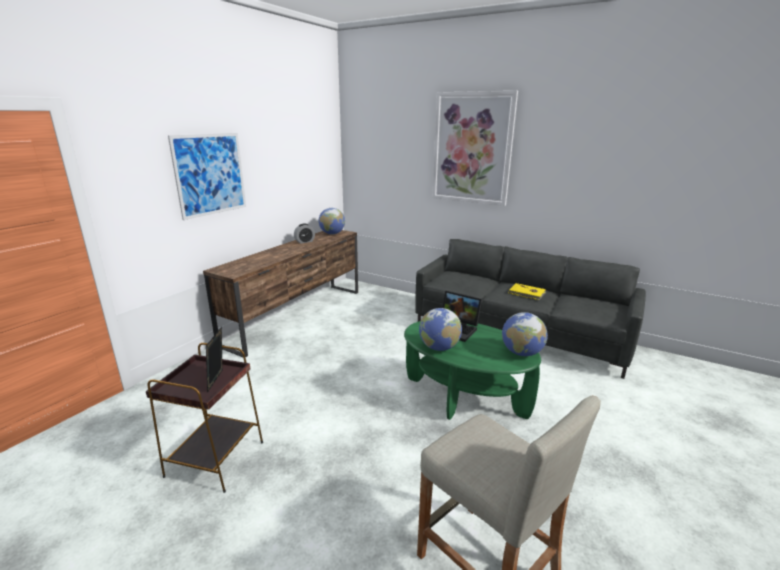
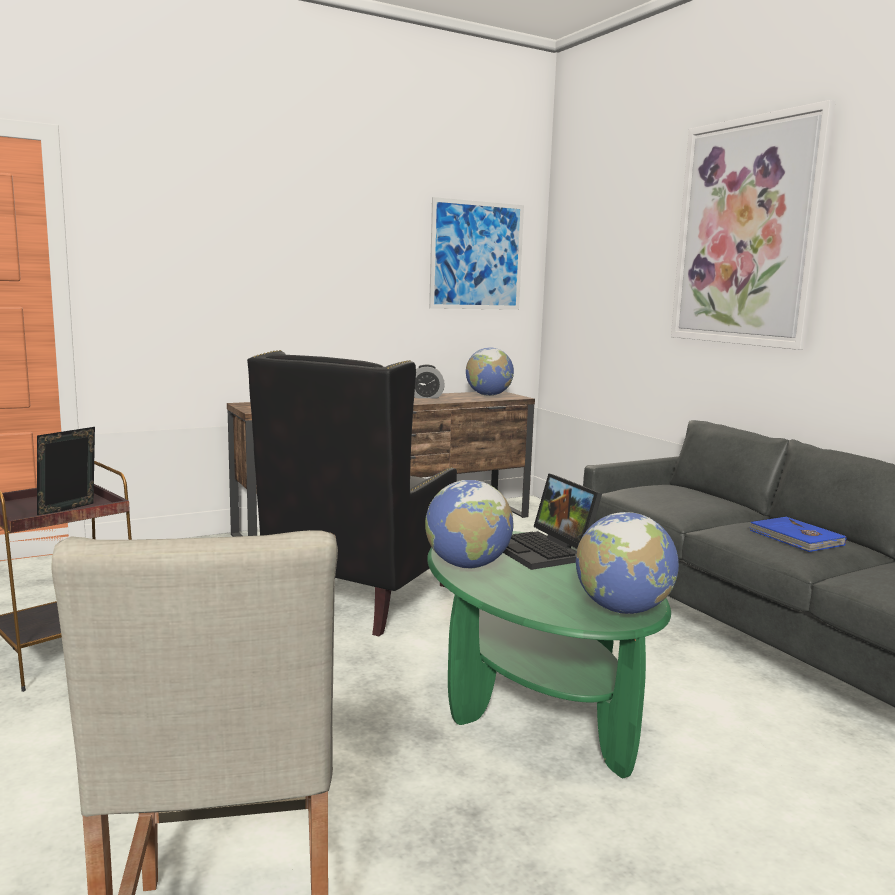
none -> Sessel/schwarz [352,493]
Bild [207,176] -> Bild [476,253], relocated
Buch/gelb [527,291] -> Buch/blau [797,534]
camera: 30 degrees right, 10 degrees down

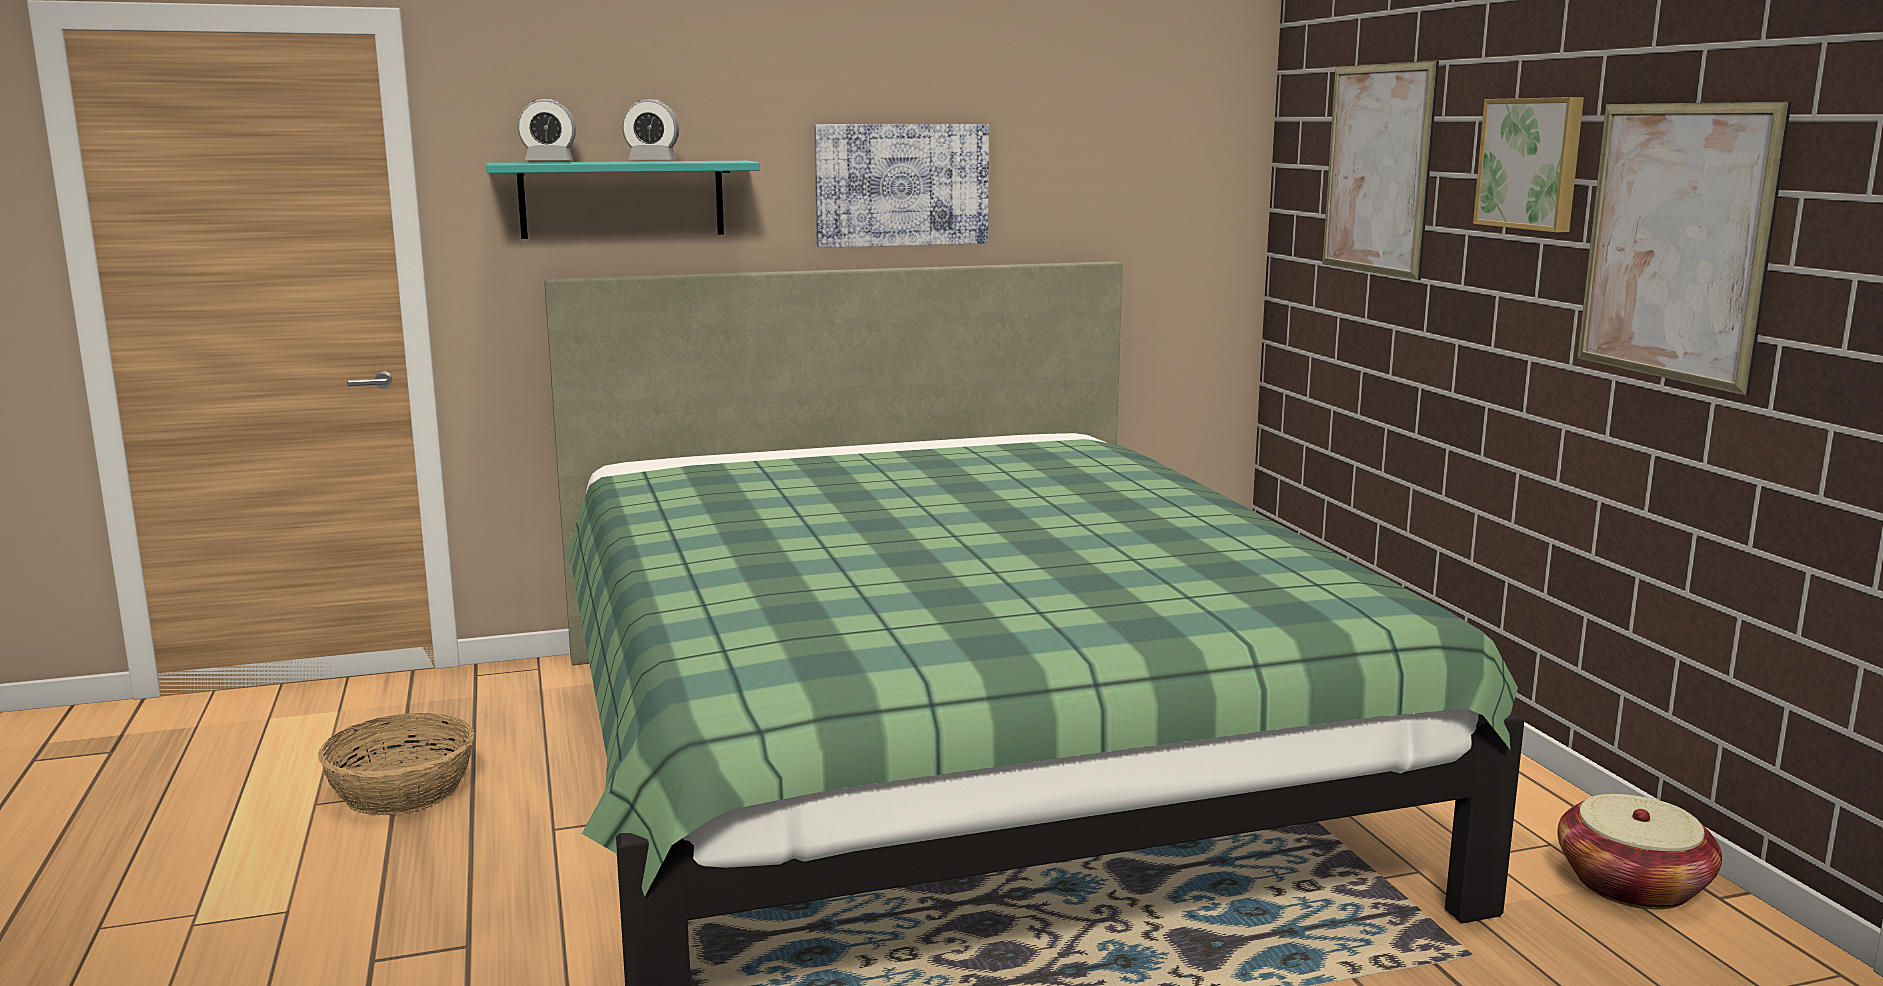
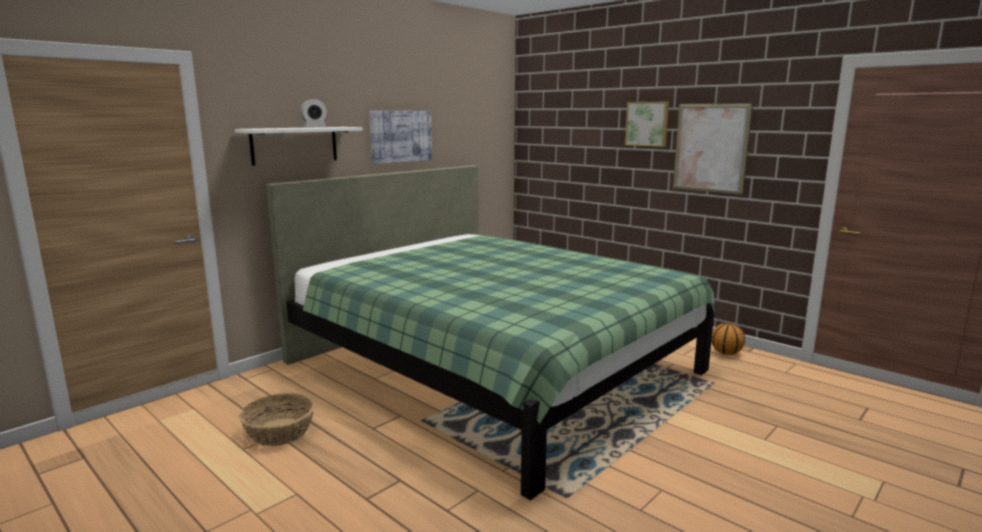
Wandregal/türkis [623,200] -> Wandregal/weiß [299,146]
Korb [1639,852] -> Basketball [728,338]
Wecker [546,129] -> none
Bild [1380,170] -> none
camera: 30 degrees left, 0 degrees up

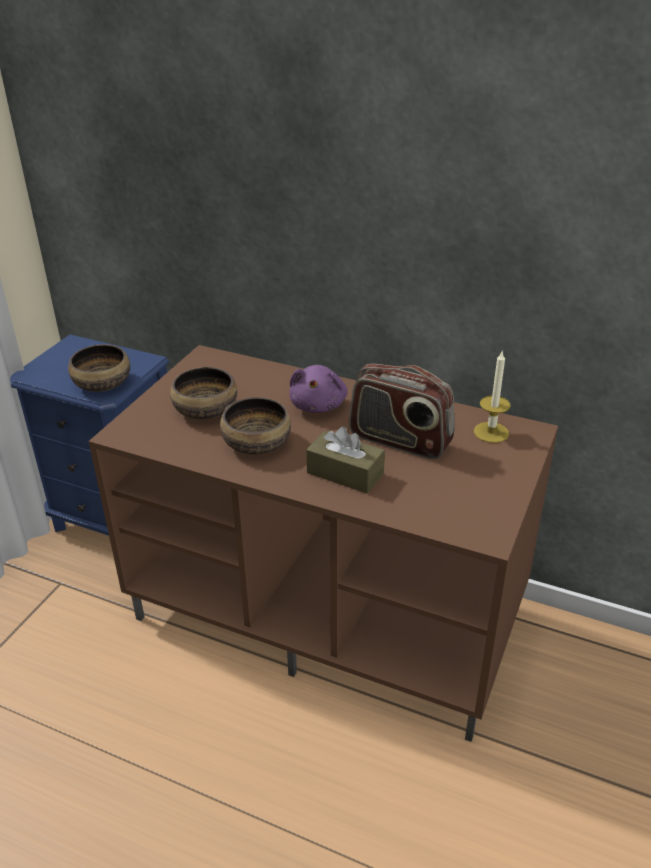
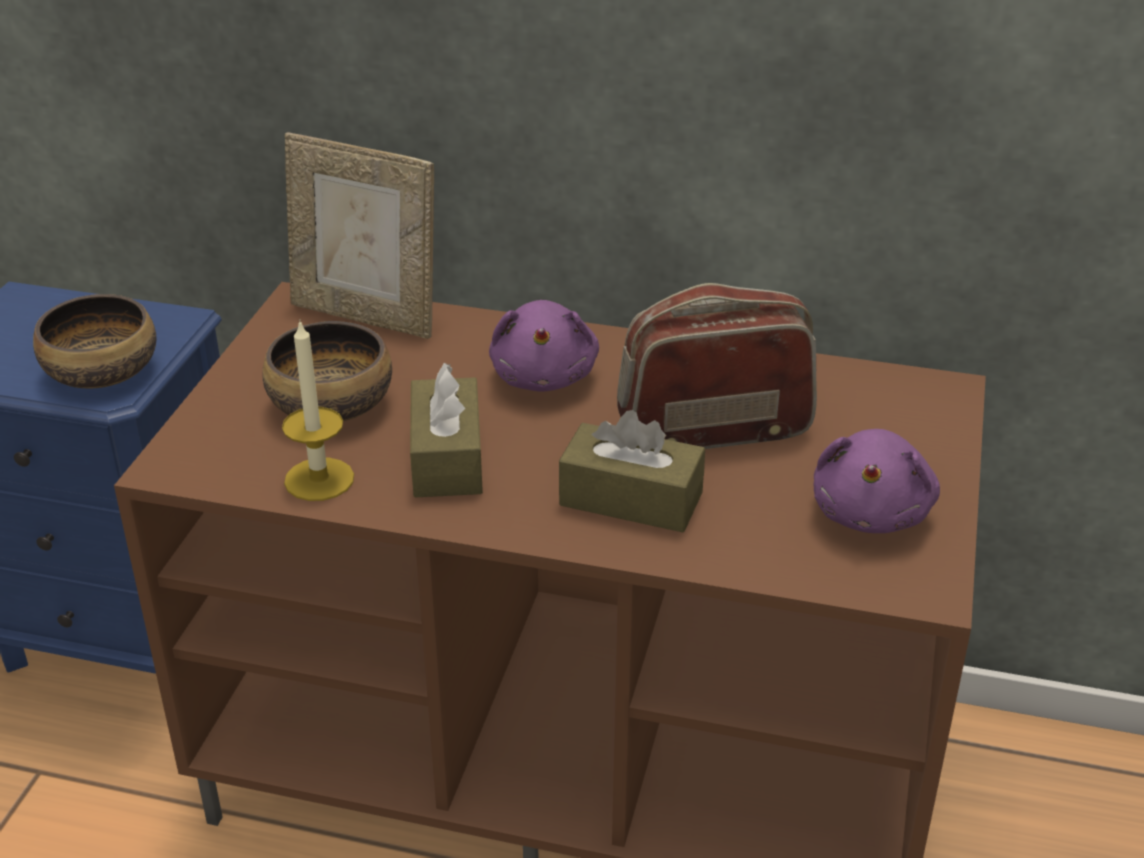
Kerze [492,396] -> Kerze [318,411], relocated
none -> Bilderrahmen [359,235]
Schüssel [255,426] -> Taschentuchbox/braun [446,430]
Radio [402,411] -> Radio [717,366], 150 degrees clockwise
none -> Plüschtier/lila [877,481]
camera: 10 degrees left, 0 degrees up

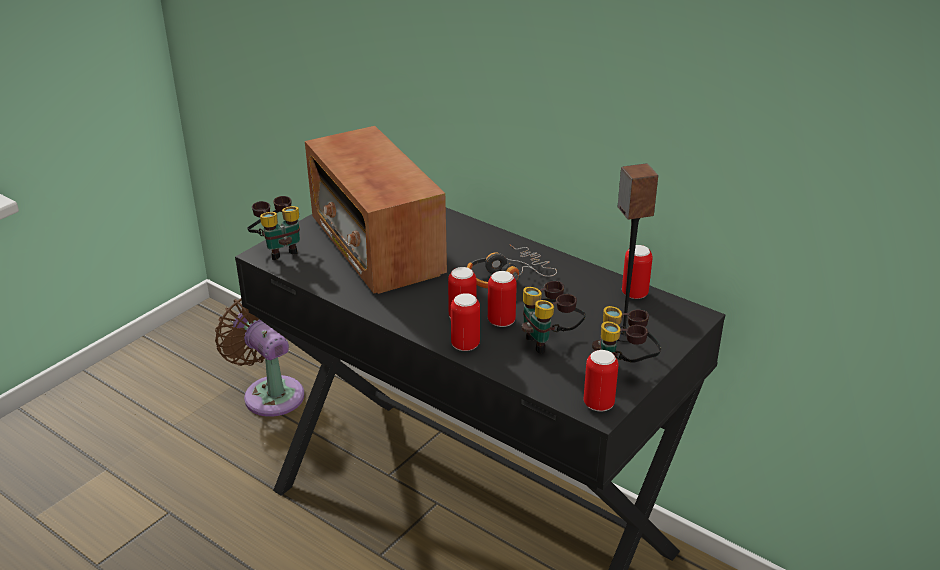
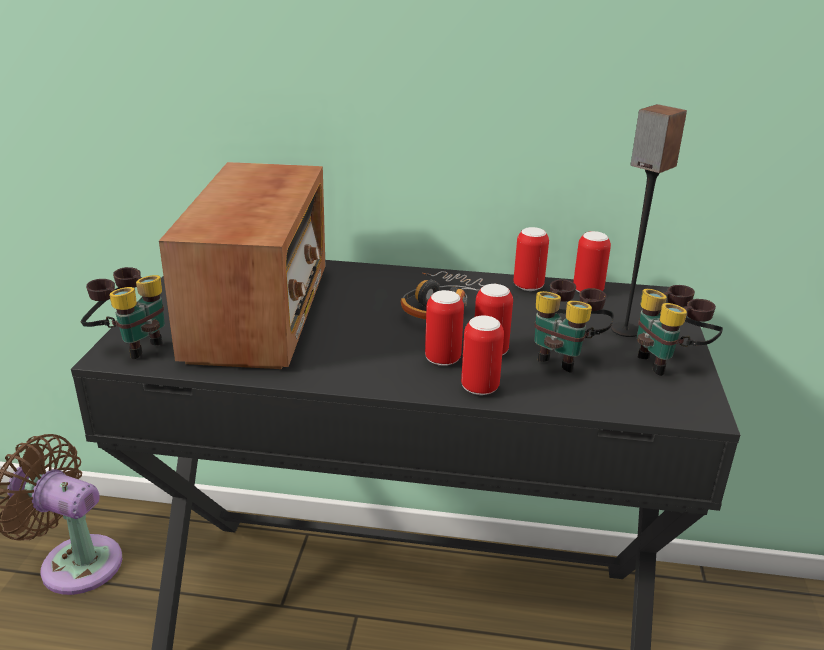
Radio [376,210] -> Radio [242,265], 120 degrees counterclockwise
Dose [601,380] -> Dose [531,259], relocated
camera: 30 degrees left, 5 degrees down

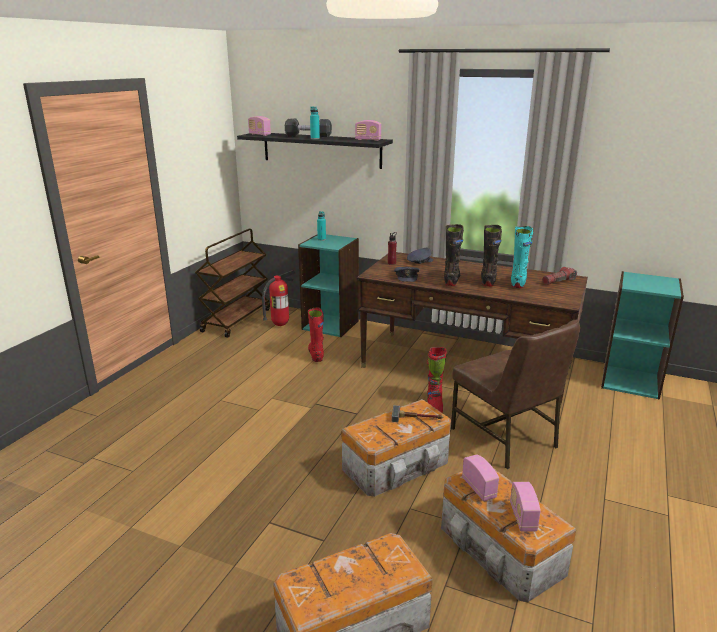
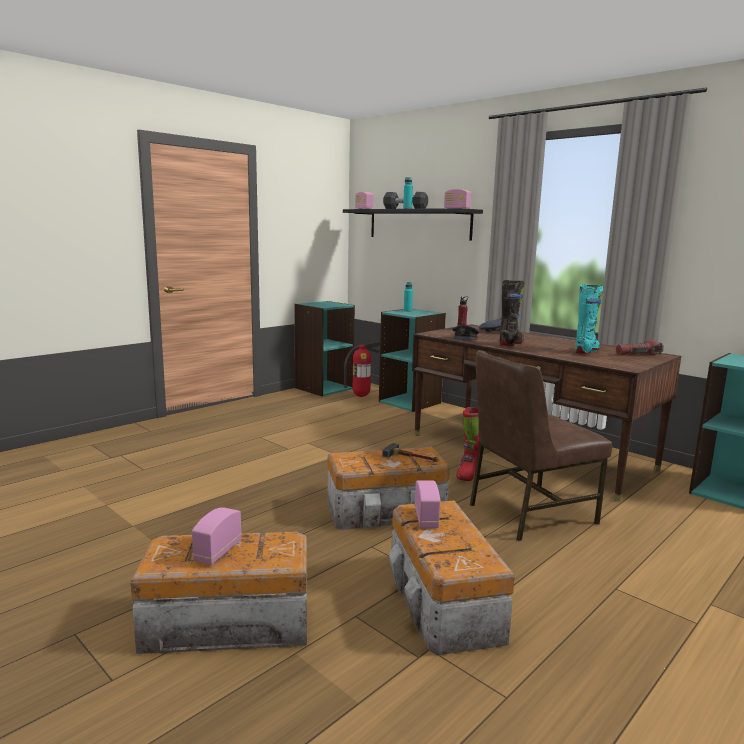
Radio [525,506] -> Radio [217,536], relocated
Rollwagen/braun [232,283] -> Bücherregal/türkis [324,348]
Stuhl/braun [515,394] -> Stuhl/braun [541,445], 75 degrees clockwise
Stiefel/rot [316,334] -> none
Stiefel/schwarz [491,256] -> none
camera: 20 degrees right, 10 degrees down

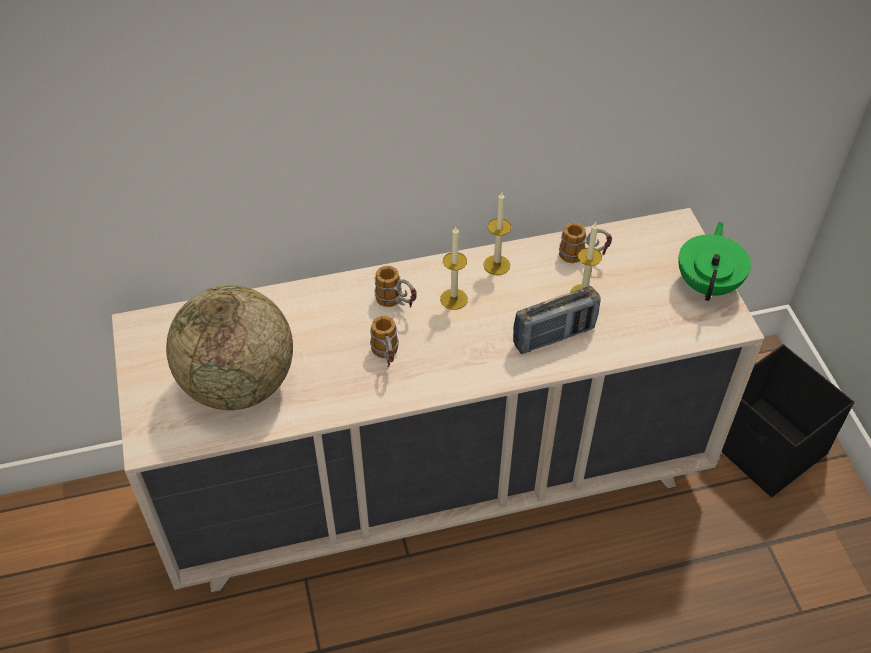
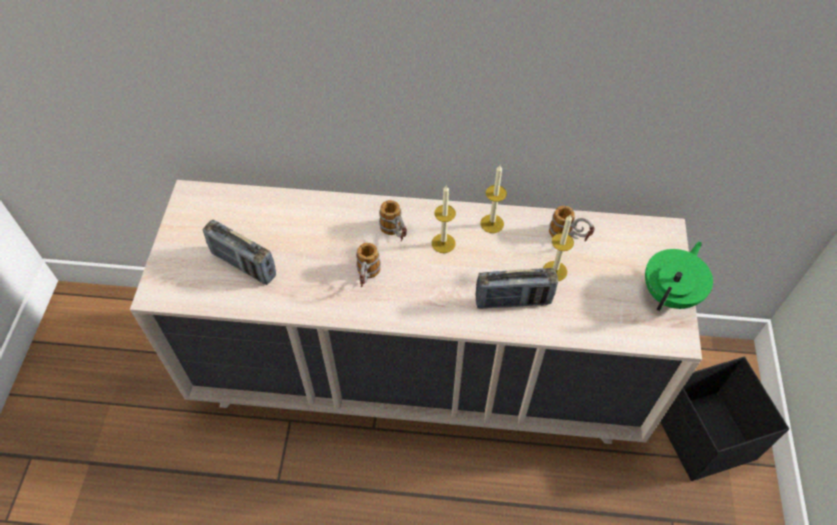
Globus [229,347] -> Radio [239,252]
camera: 20 degrees right, 5 degrees up

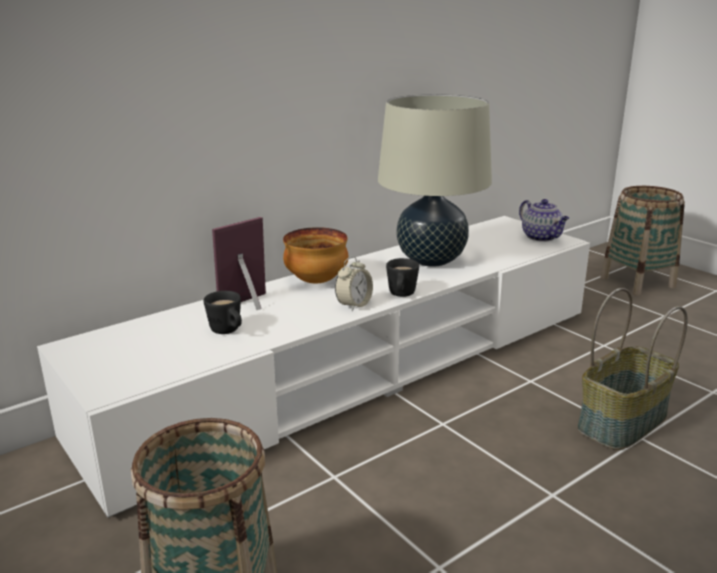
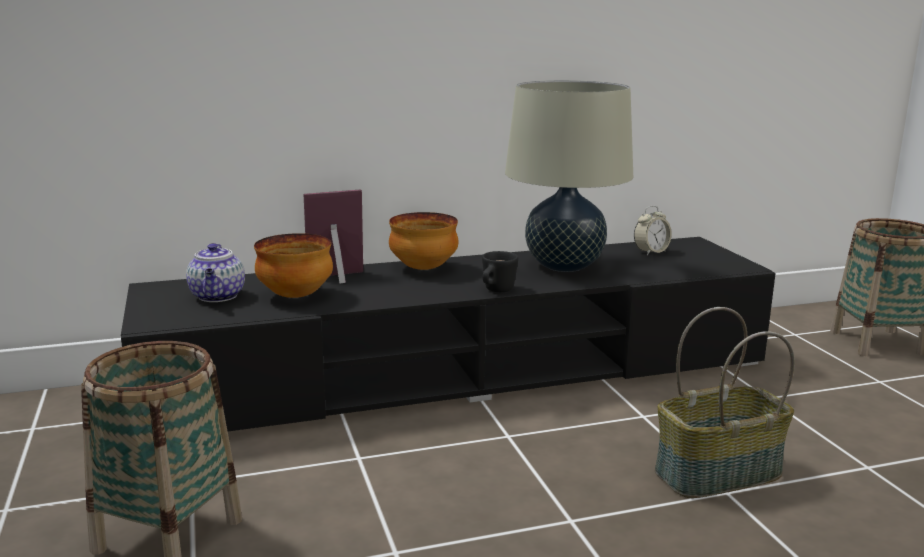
Fernsehschrank/weiß [313,367] -> Fernsehschrank/schwarz [448,334]
Teekanne [544,220] -> Teekanne [215,272], relocated
Henkelbecher/schwarz [222,312] -> Schüssel [293,265]
Wecker [354,283] -> Wecker [653,230], relocated
camera: 20 degrees right, 5 degrees down

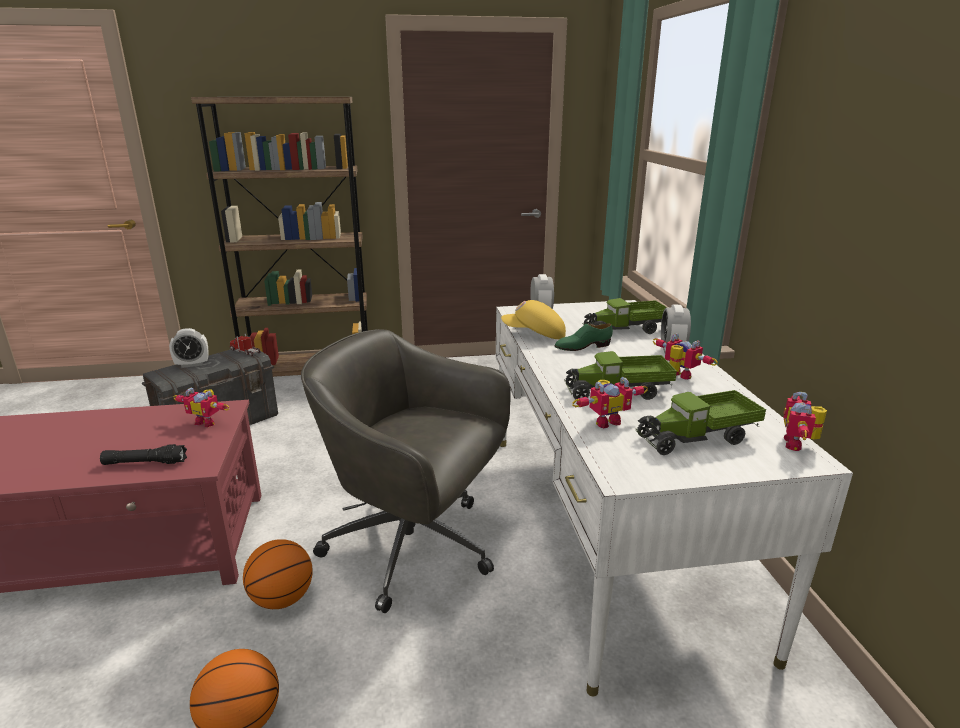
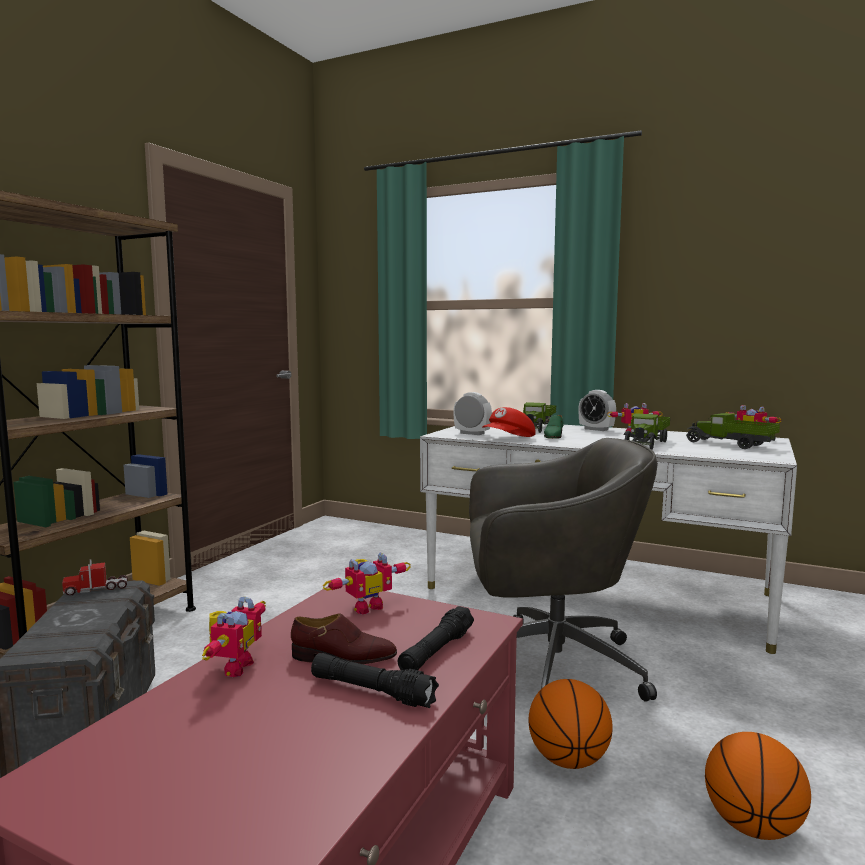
Spielzeugroboter [610,403] -> Spielzeugroboter [234,637], relocated
none -> Schuh/braun [344,638]
none -> Taschenlampe/schwarz [375,680]
Bürostuhl/grau [406,471] -> Bürostuhl/grau [563,569], 150 degrees counterclockwise
Kappe/gelb [533,319] -> Kappe/rot [508,422]
Spielzeuglaster [701,422] -> Spielzeuglaster [733,431], 120 degrees clockwise
Wecker [188,348] -> none
camera: 55 degrees left, 15 degrees down

